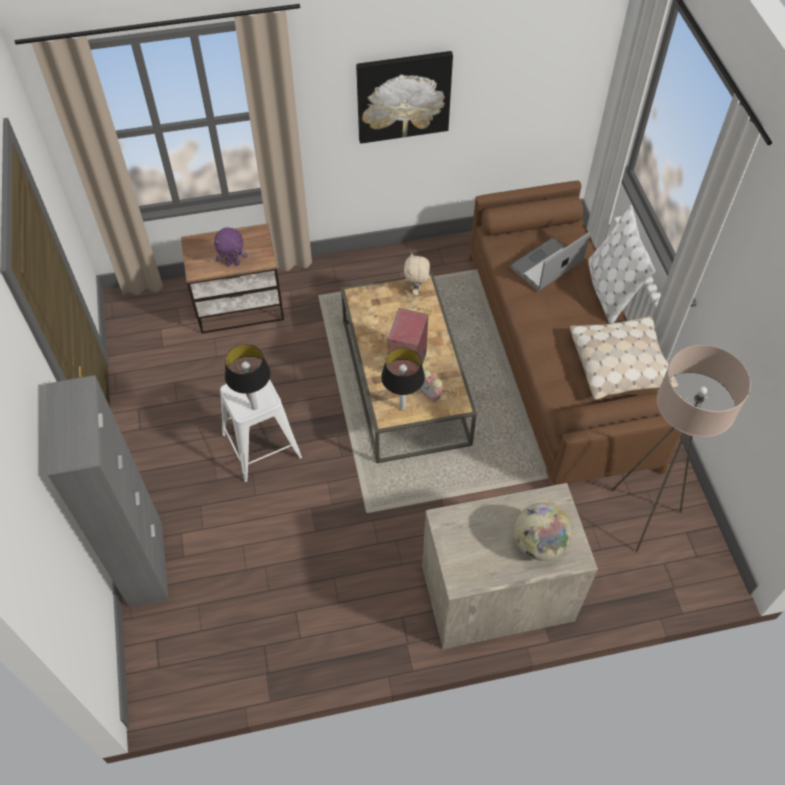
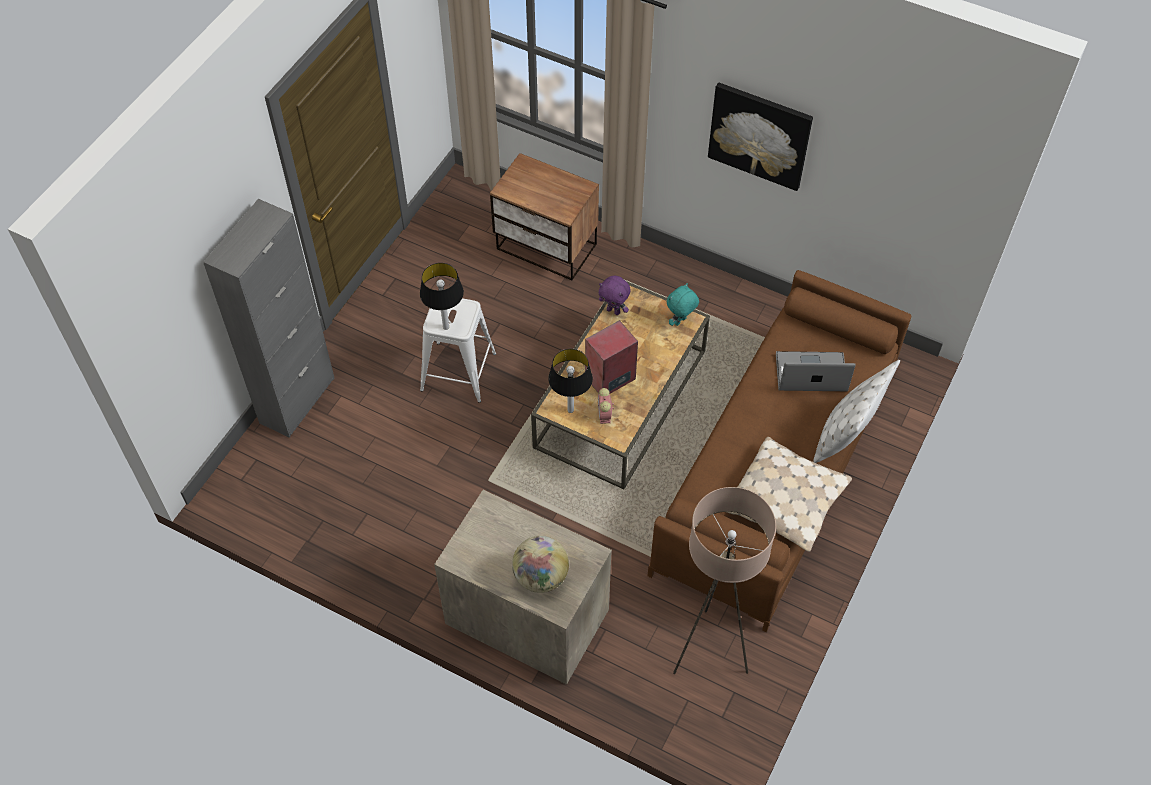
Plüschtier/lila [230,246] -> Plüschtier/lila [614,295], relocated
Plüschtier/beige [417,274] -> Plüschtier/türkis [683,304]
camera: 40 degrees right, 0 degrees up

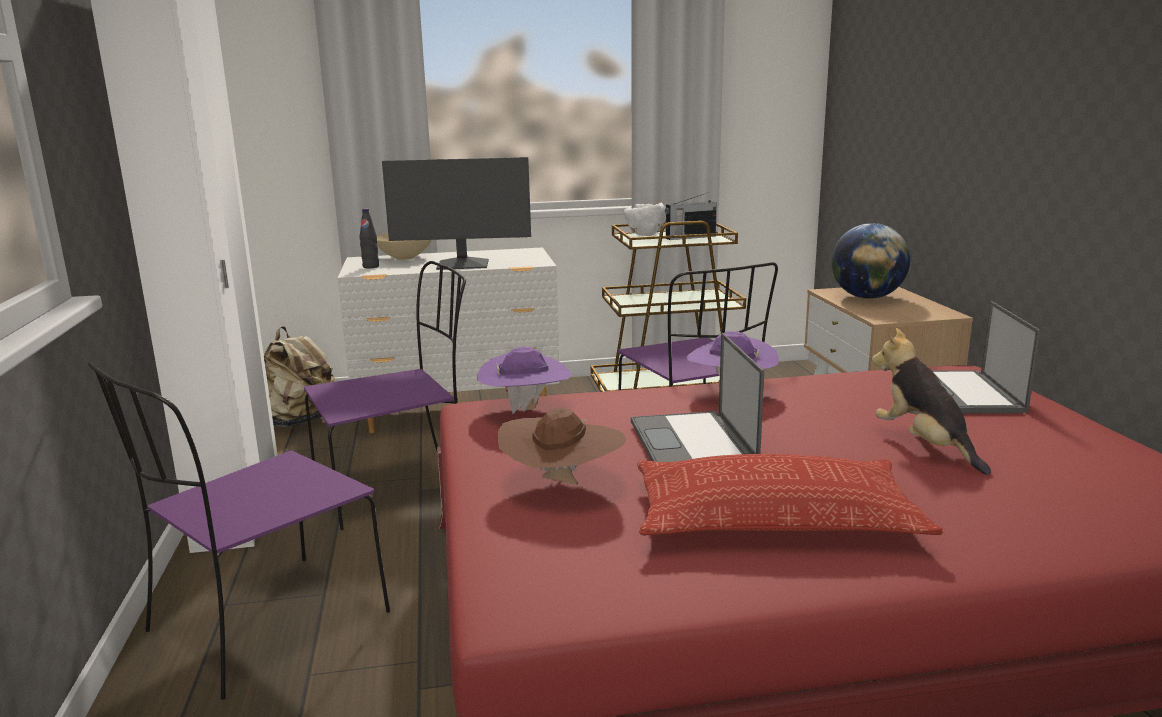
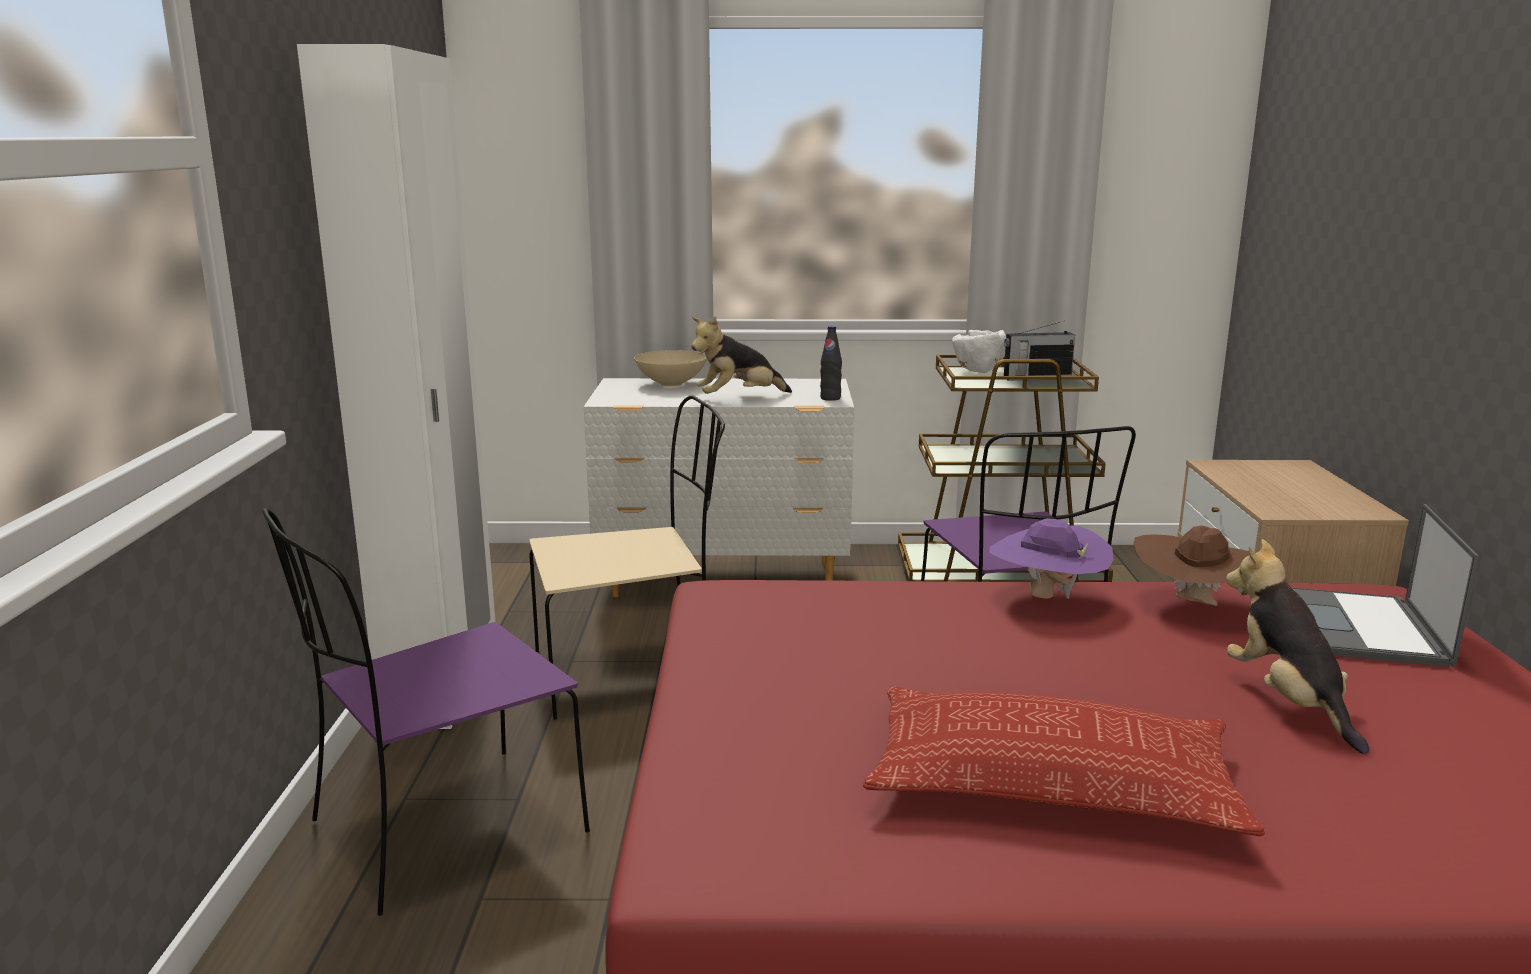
Stuhl/lila [385,395] -> Stuhl/beige [627,557]
Monitor [456,213] -> Plüschtier [741,355]
Flasche/schwarz [369,238] -> Flasche/schwarz [831,363], relocated
Hut/braun [561,446] -> Hut/braun [1191,565], relocated
Rucksack/beige [300,376] -> none
Hut/lila [524,380] -> none
Laptop [697,397] -> none
Globus [870,261] -> none
camera: 10 degrees right, 0 degrees up

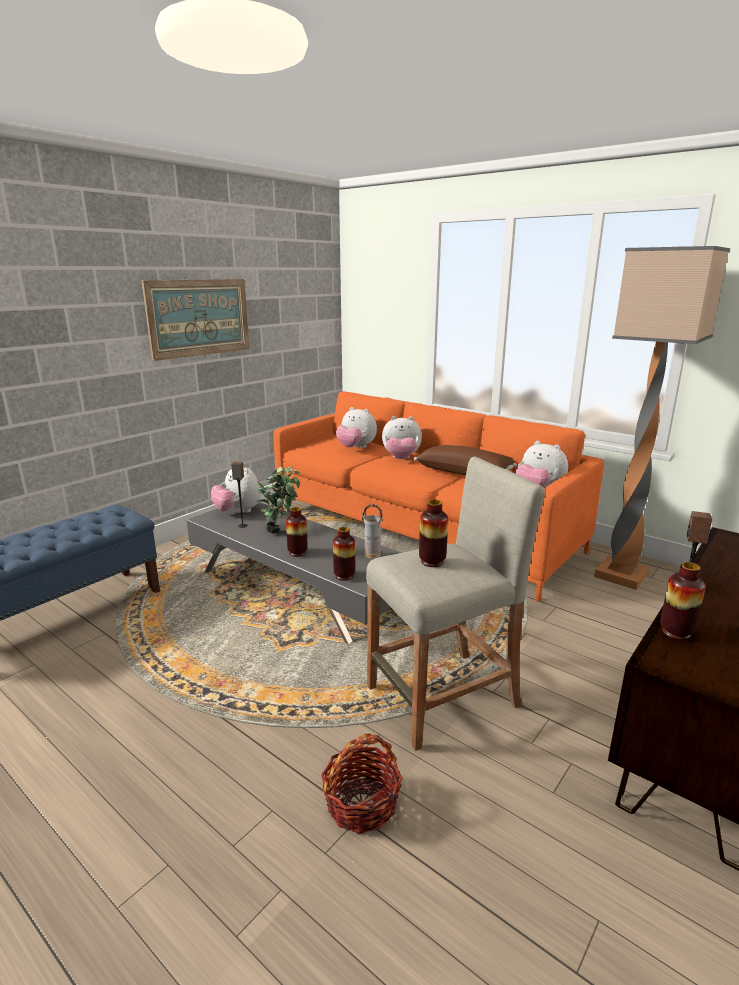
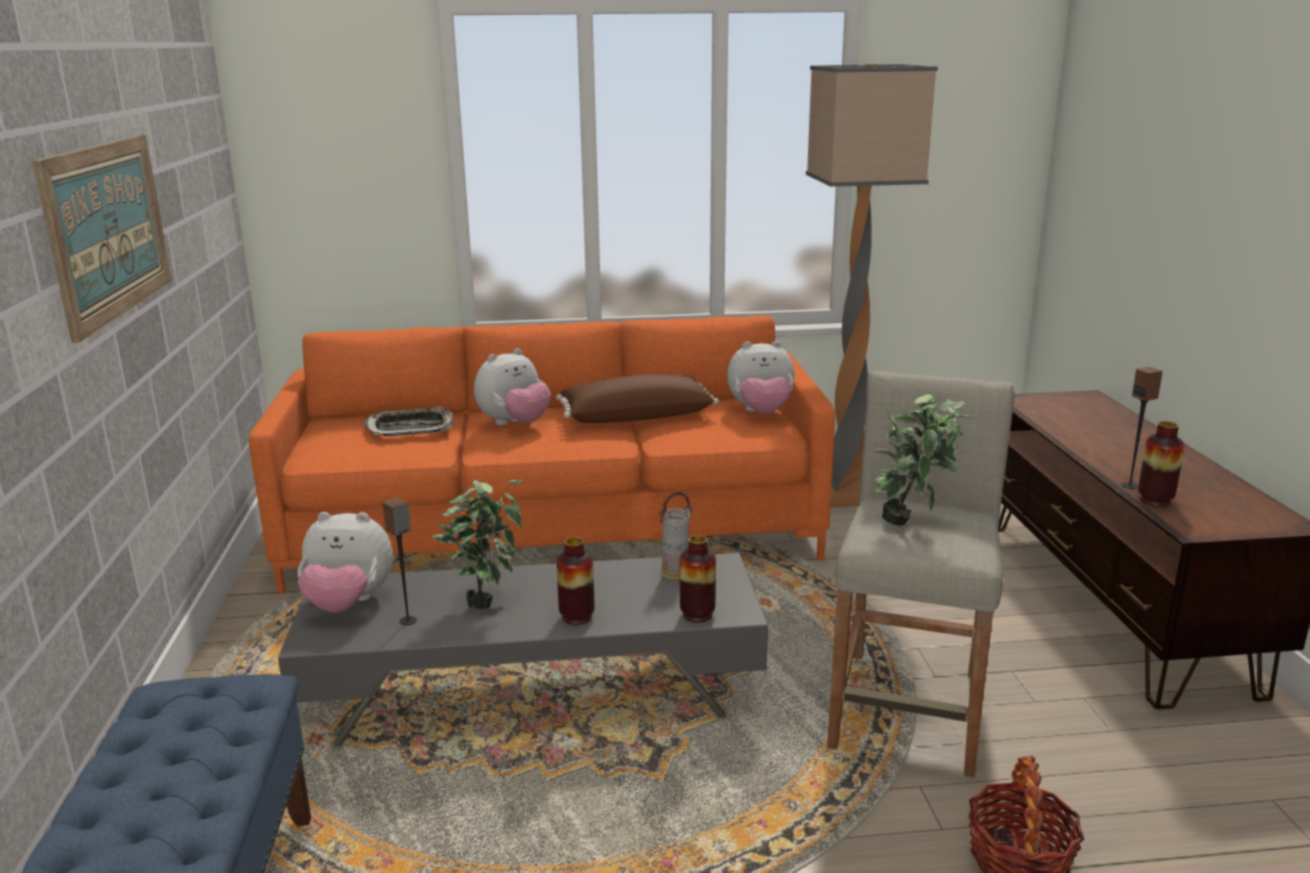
Plüschtier [356,427] -> Tablett [408,421]
Vase [433,533] -> Topfpflanze [923,460]
camera: 45 degrees left, 0 degrees up

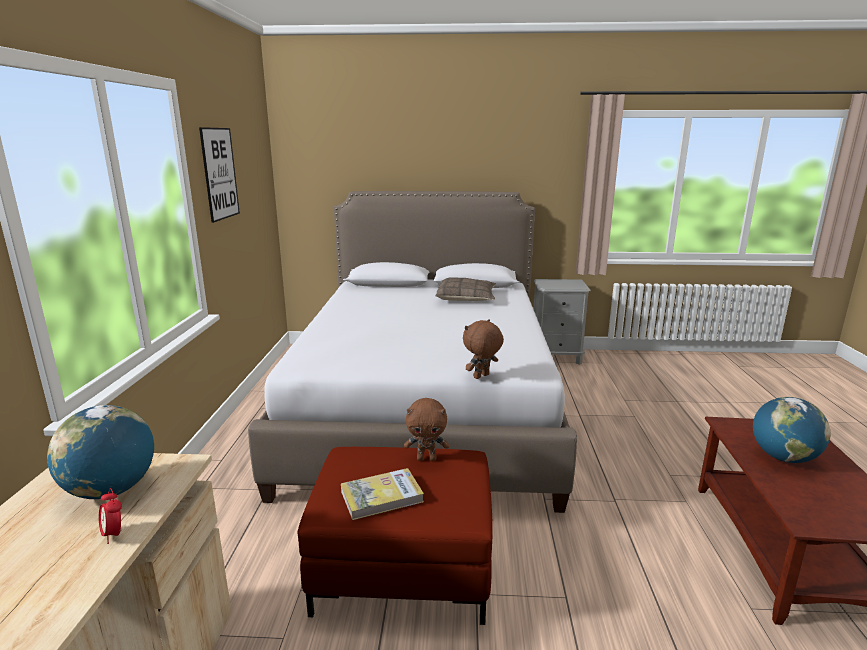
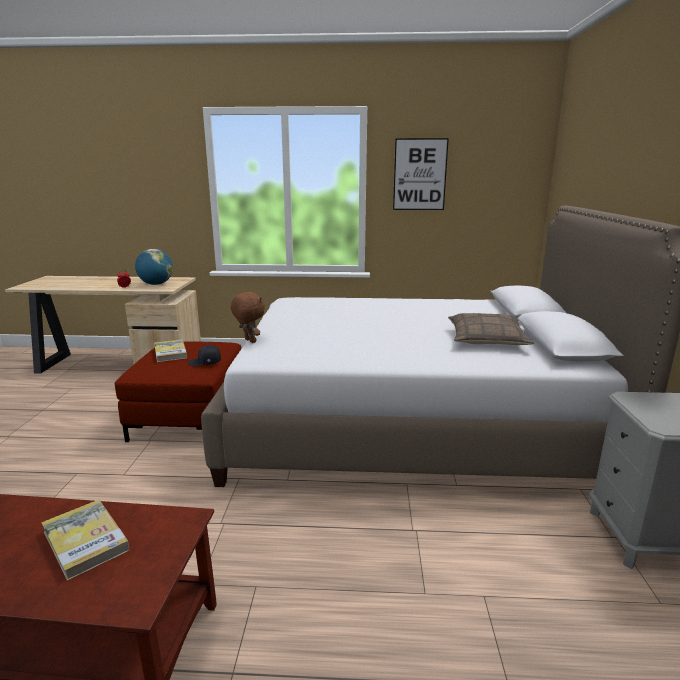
Globus [791,430] -> Buch [85,540]
Plüschtier/braun [426,429] -> Kappe/schwarz [204,355]
camera: 90 degrees right, 0 degrees up

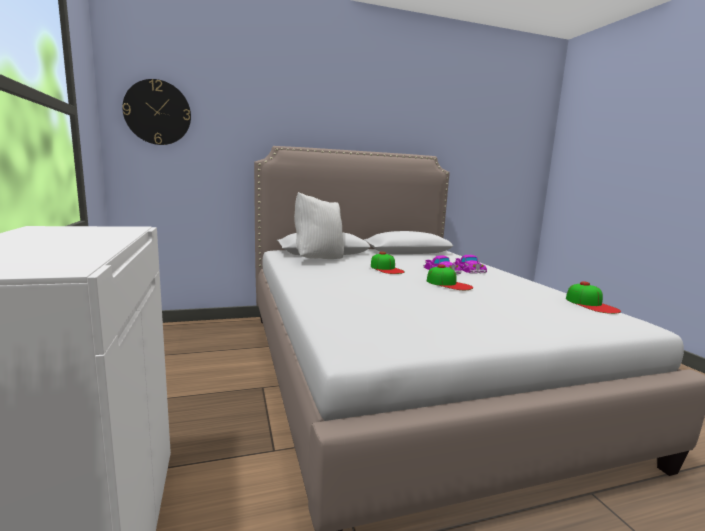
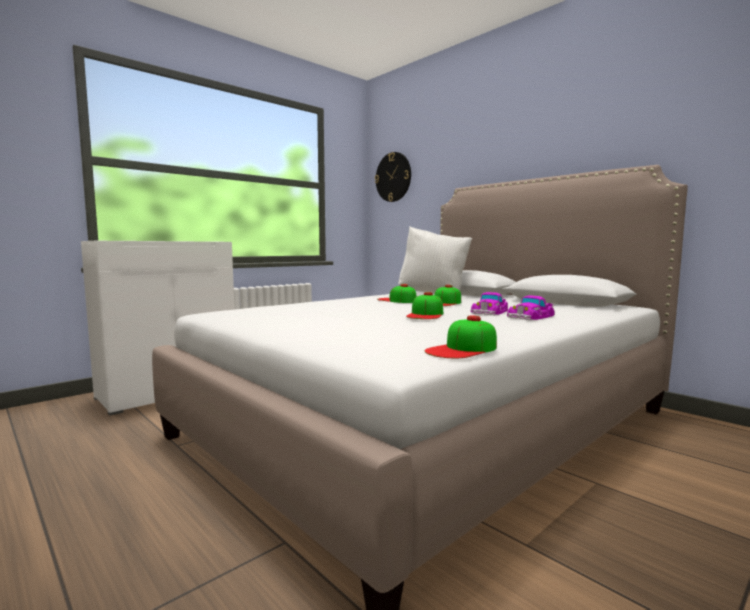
none -> Kappe [397,293]
camera: 65 degrees right, 5 degrees down

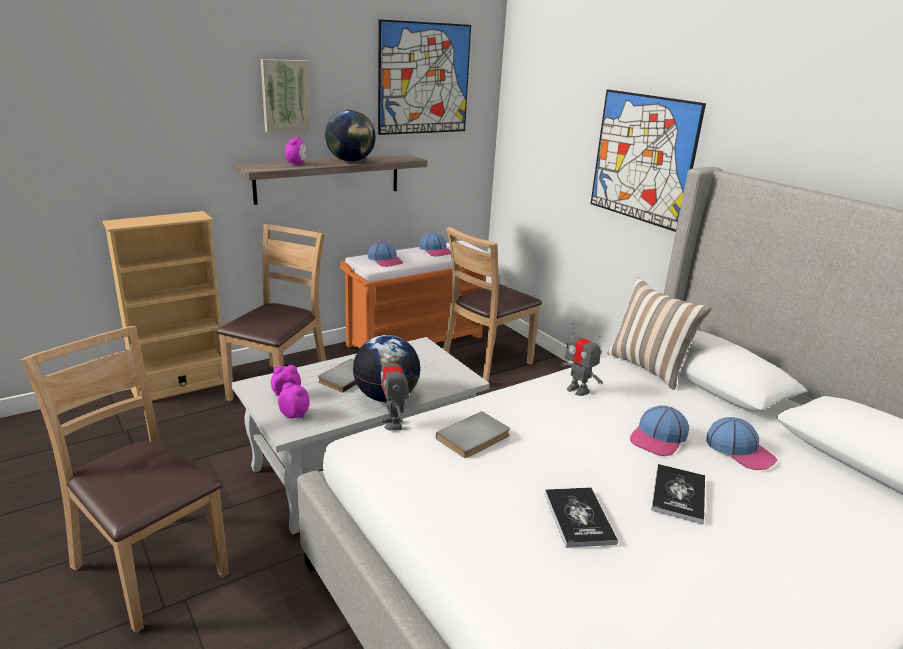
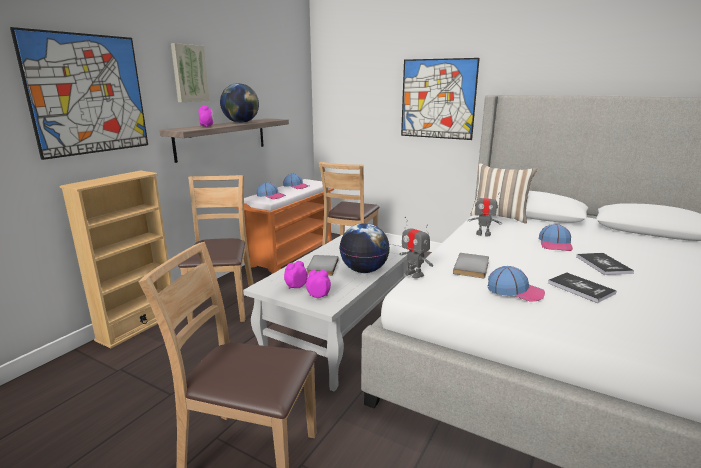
Bild [424,77] -> Bild [79,93], relocated
Kappe [742,443] -> Kappe [516,284], relocated
camera: 25 degrees left, 5 degrees down

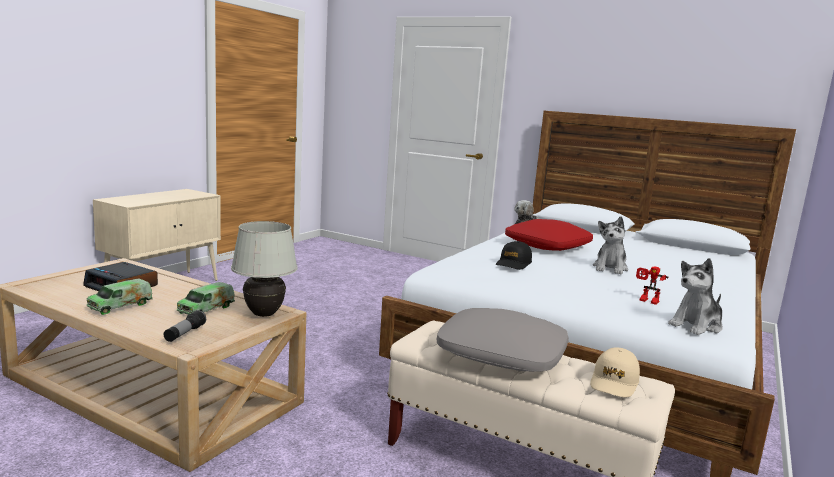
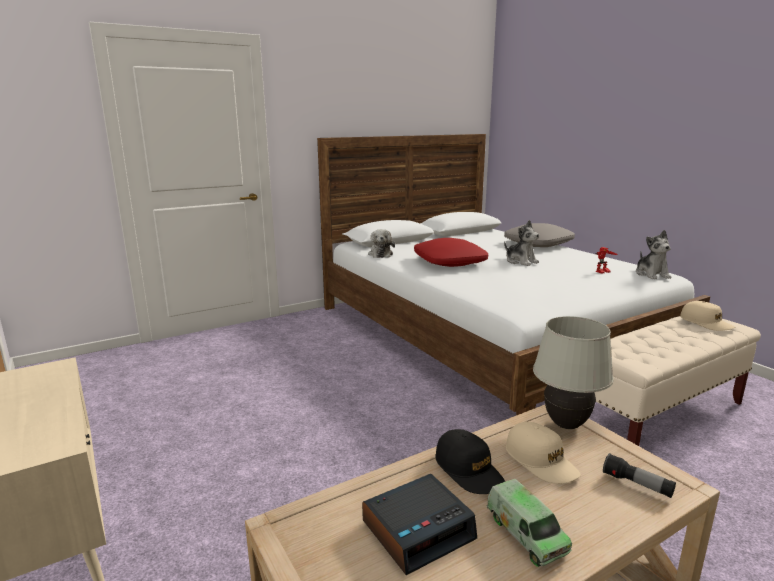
Kappe/schwarz [514,255] -> Kappe/schwarz [470,461], relocated
Kissen/grau [503,340] -> Kissen/grau [539,235], relocated
Spielzeuglaster [206,298] -> Kappe/beige [543,453]
camera: 60 degrees left, 5 degrees up

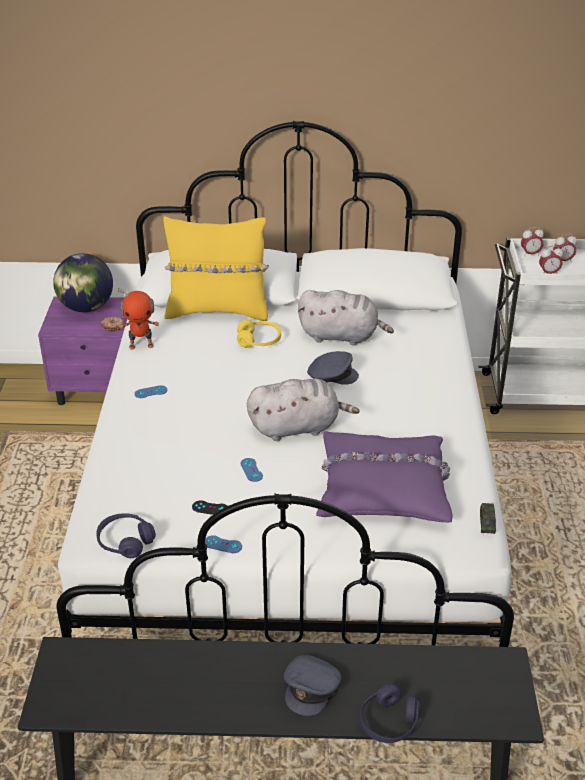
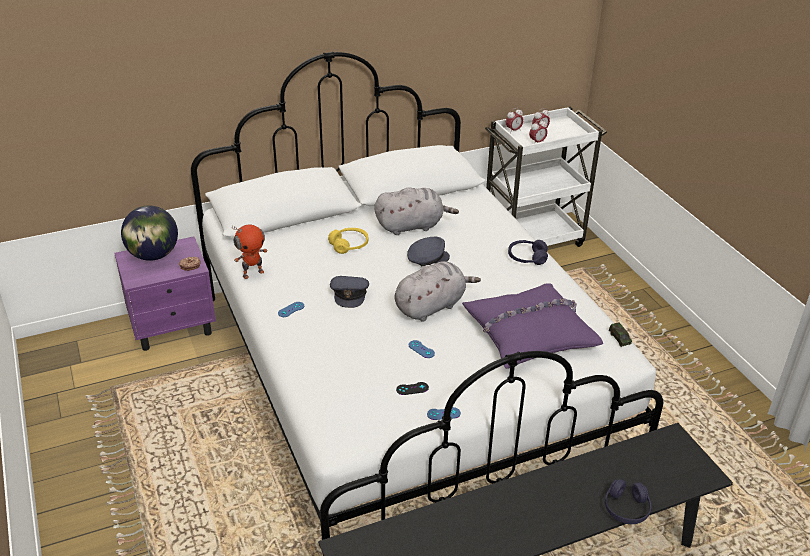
Kappe/grau [313,685] -> Kappe/grau [349,292], relocated
Kopfhörer/lila [126,535] -> Kopfhörer/lila [528,252], relocated
Kissen/gelb [216,268] -> none
camera: 25 degrees left, 0 degrees up

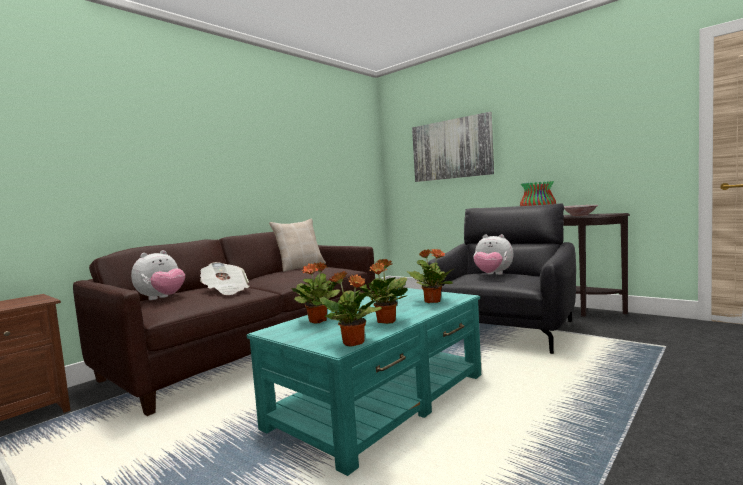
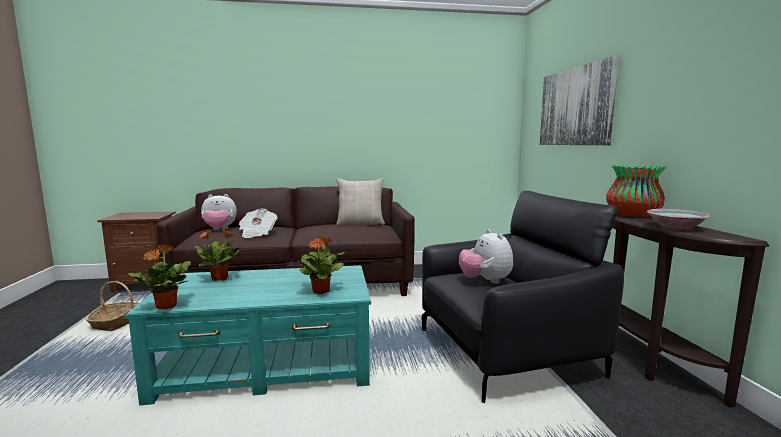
none -> Korb [112,306]
Topfpflanze [383,291] -> none
camera: 40 degrees right, 5 degrees up

